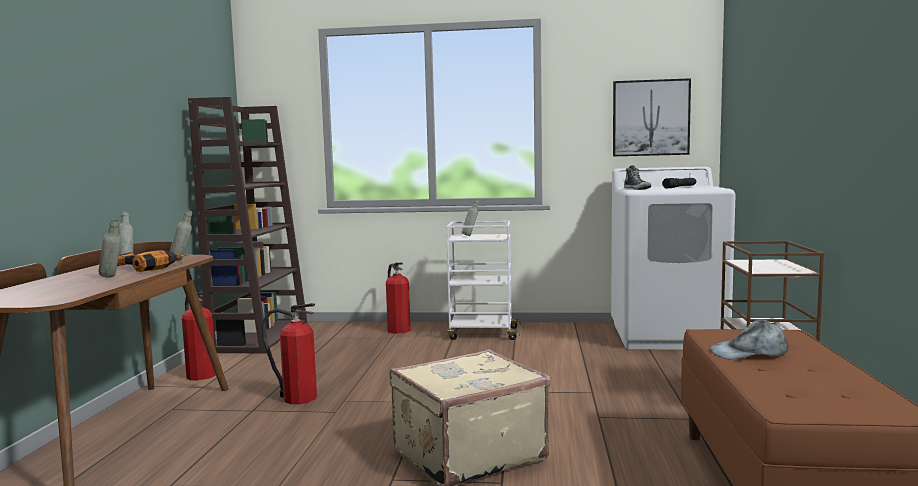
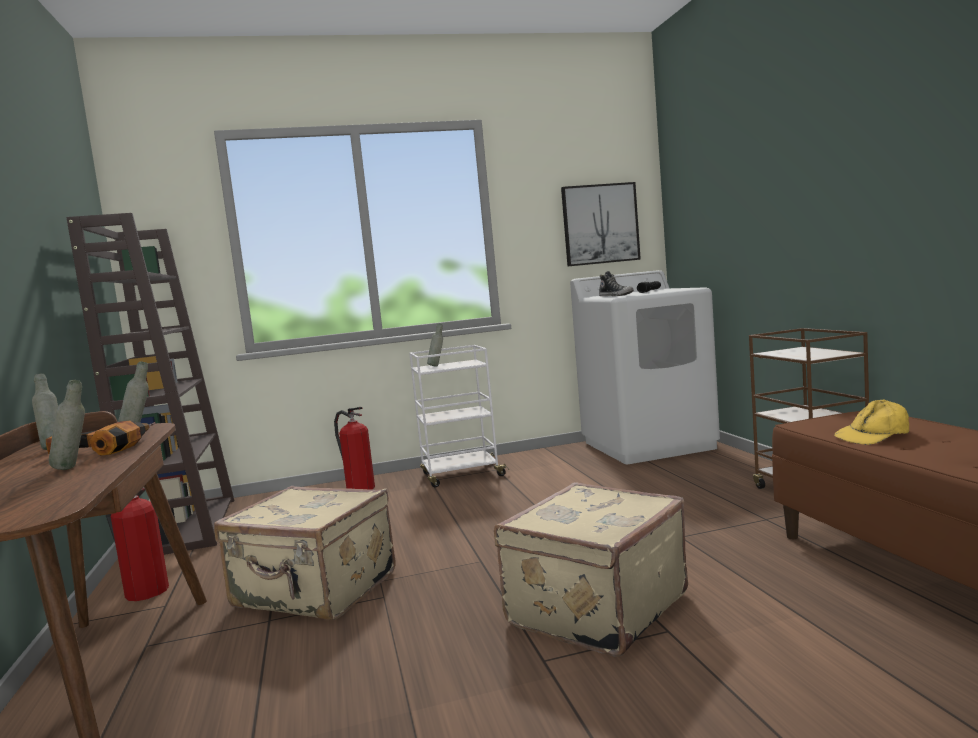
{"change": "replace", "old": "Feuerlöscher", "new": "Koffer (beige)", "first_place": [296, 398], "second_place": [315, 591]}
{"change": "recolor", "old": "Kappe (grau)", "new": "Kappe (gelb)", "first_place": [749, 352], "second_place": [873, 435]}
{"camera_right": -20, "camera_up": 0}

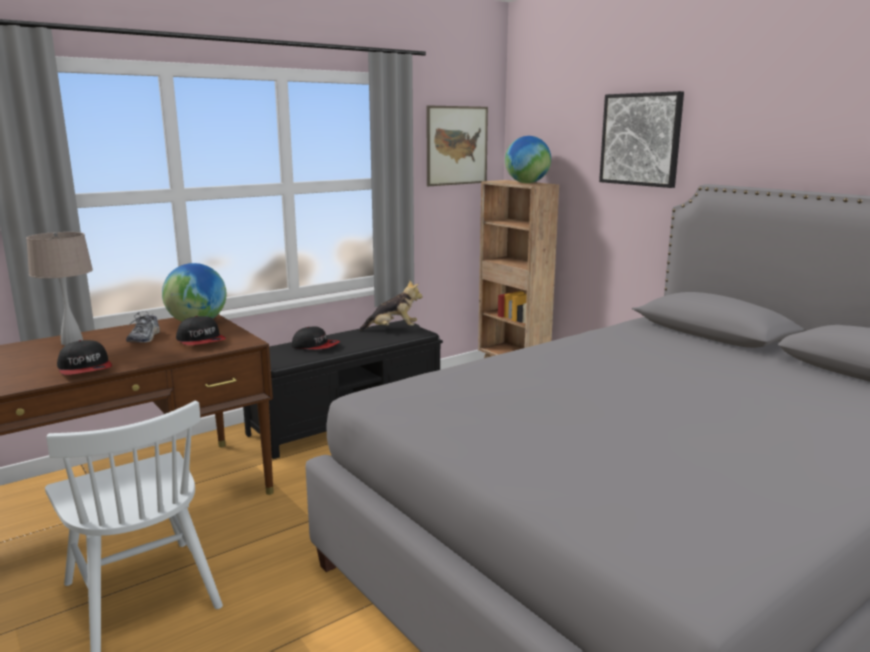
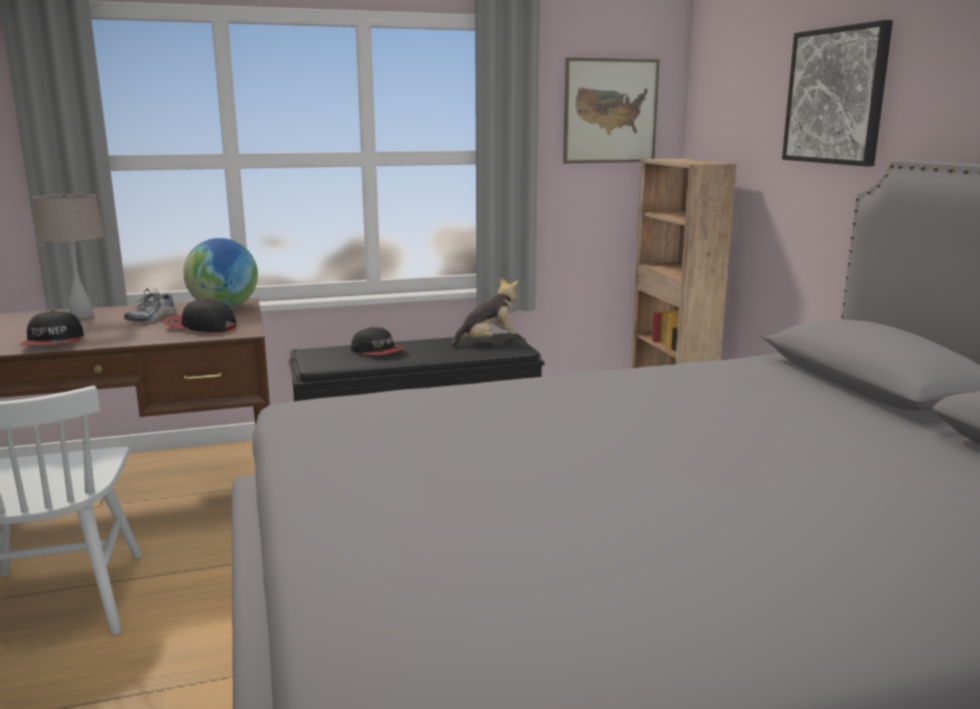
{"change": "rotate", "old": "Kappe", "first_place": [201, 341], "second_place": [200, 327], "degrees": 120}
{"change": "rotate", "old": "Plüschtier", "first_place": [393, 329], "second_place": [487, 342], "degrees": -45}
{"change": "delete", "old": "Globus", "first_place": [527, 183]}
{"camera_right": 20, "camera_up": 0}

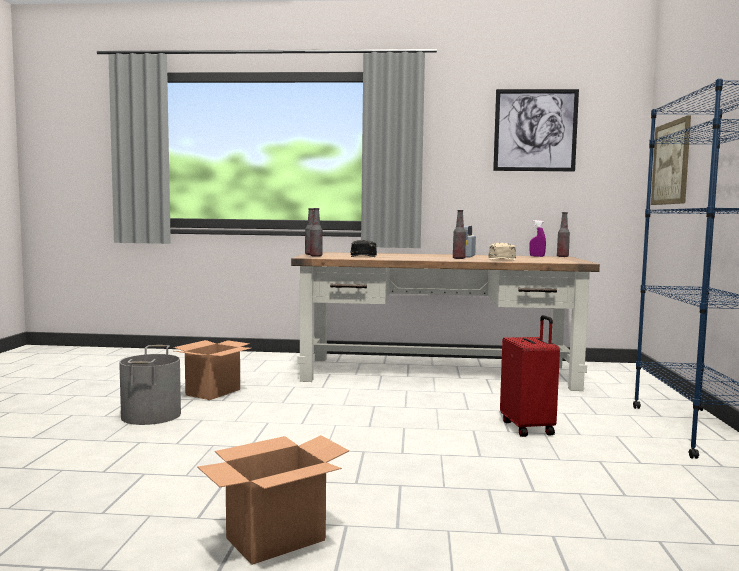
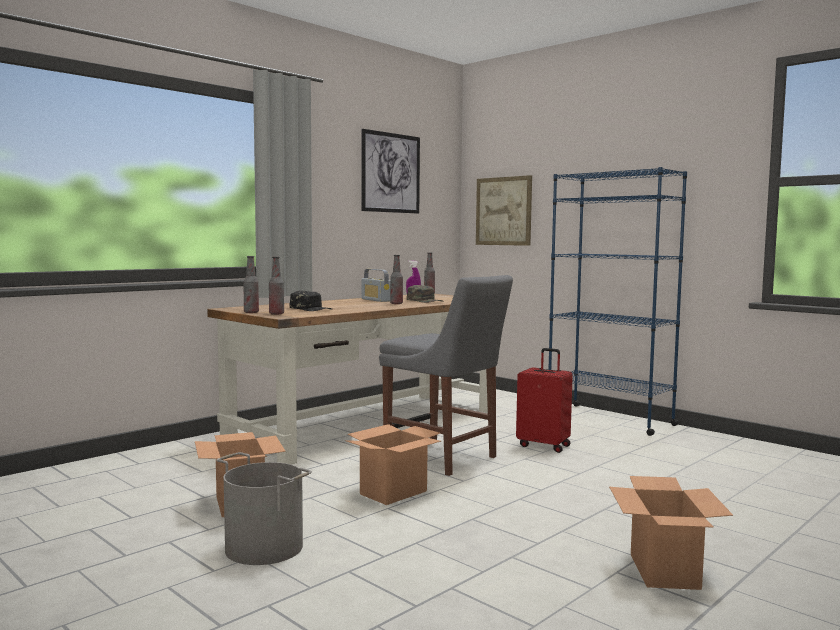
{"change": "recolor", "old": "Kappe (beige)", "new": "Kappe (grün)", "first_place": [502, 259], "second_place": [425, 301]}
{"change": "insert", "new": "Karton", "second_place": [393, 492]}
{"change": "insert", "new": "Stuhl (grau)", "second_place": [444, 458]}
{"camera_right": -50, "camera_up": 0}

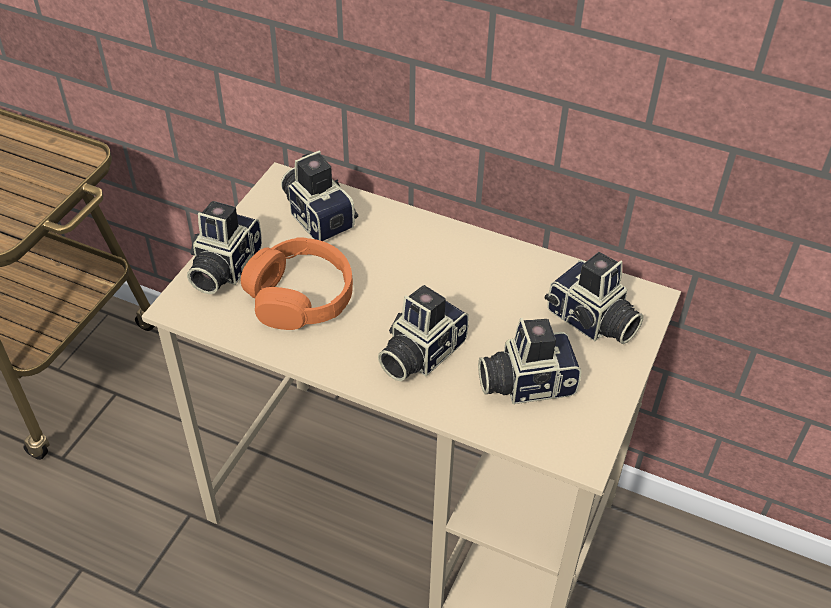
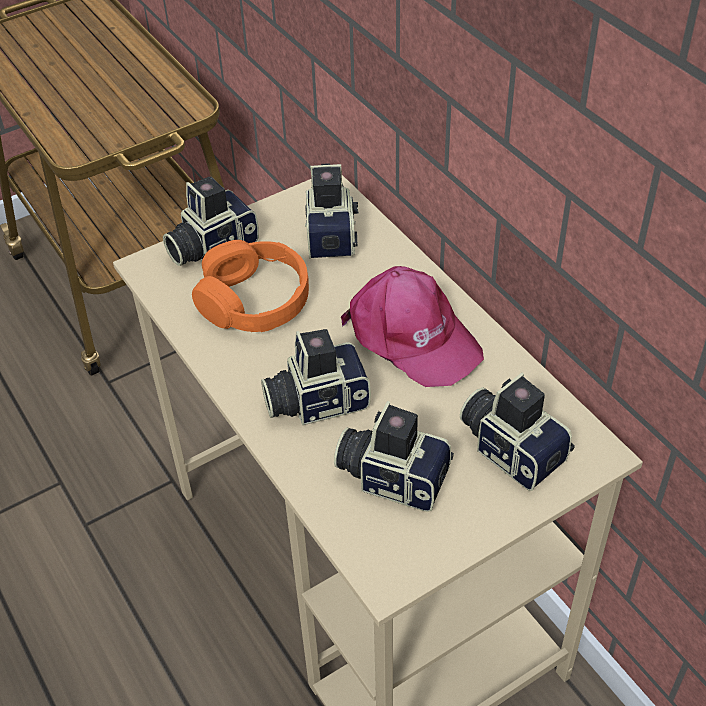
{"change": "rotate", "old": "Kamera", "first_place": [591, 322], "second_place": [512, 448], "degrees": 150}
{"change": "insert", "new": "Kappe (rosa)", "second_place": [411, 336]}
{"camera_right": 35, "camera_up": 0}

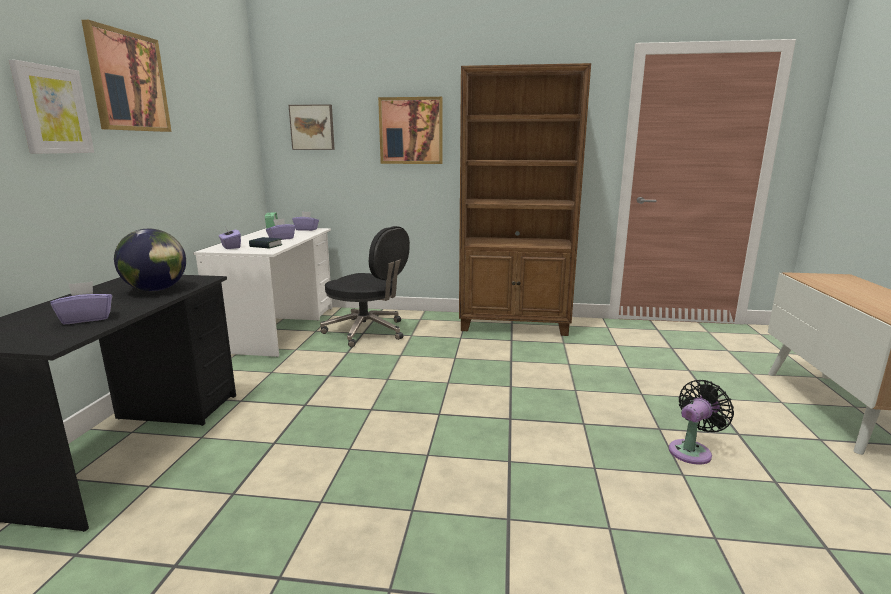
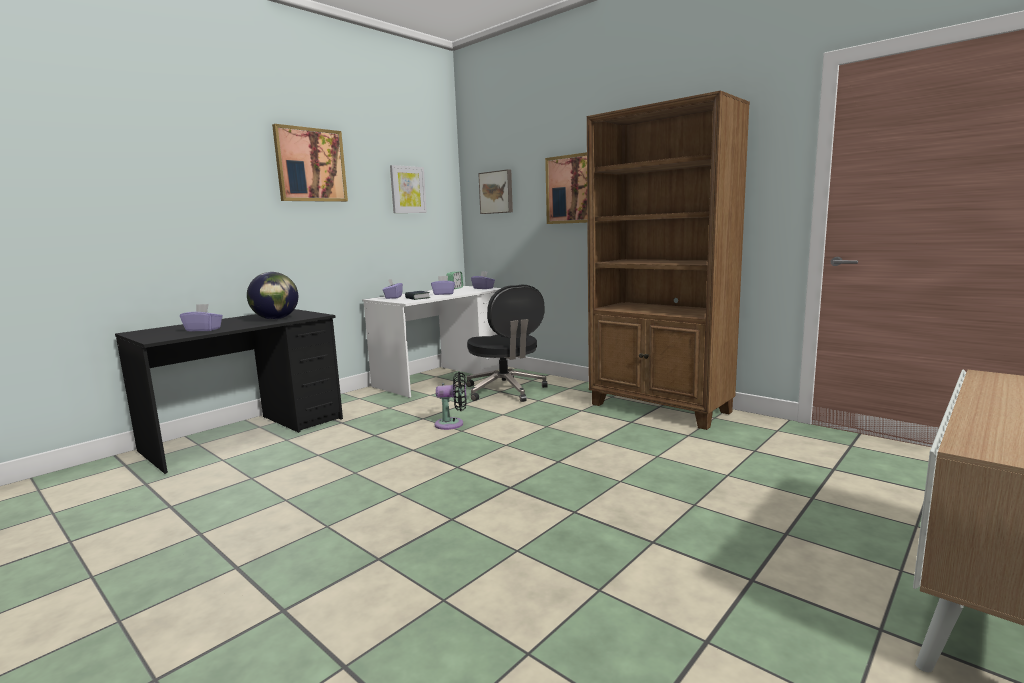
{"change": "move", "old": "Bild", "first_place": [52, 110], "second_place": [407, 189]}
{"change": "move", "old": "Ventilator (schwarz)", "first_place": [692, 451], "second_place": [452, 424]}
{"camera_right": 35, "camera_up": -5}

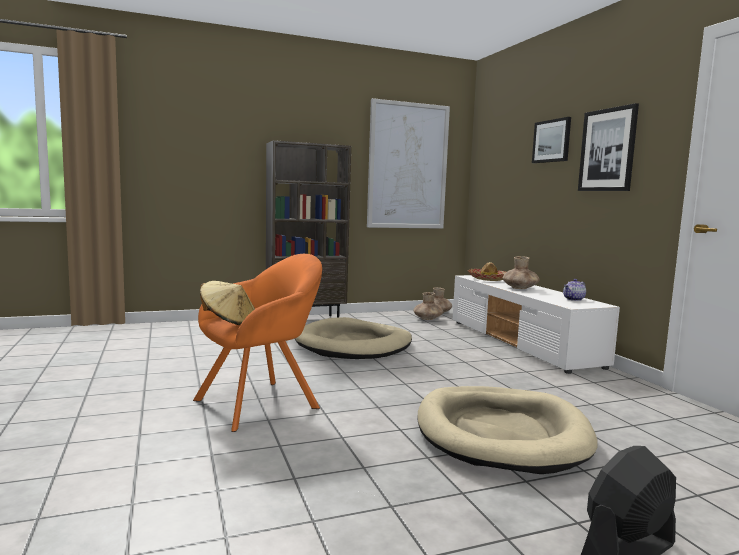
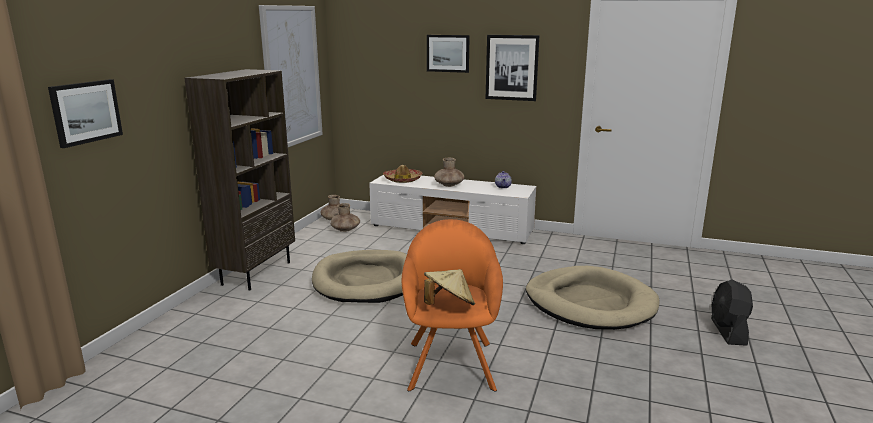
{"change": "insert", "new": "Bild", "second_place": [86, 112]}
{"camera_right": -50, "camera_up": 10}

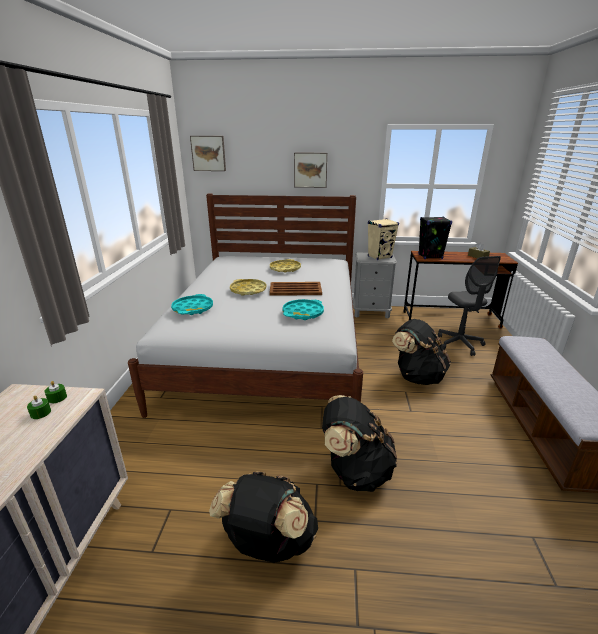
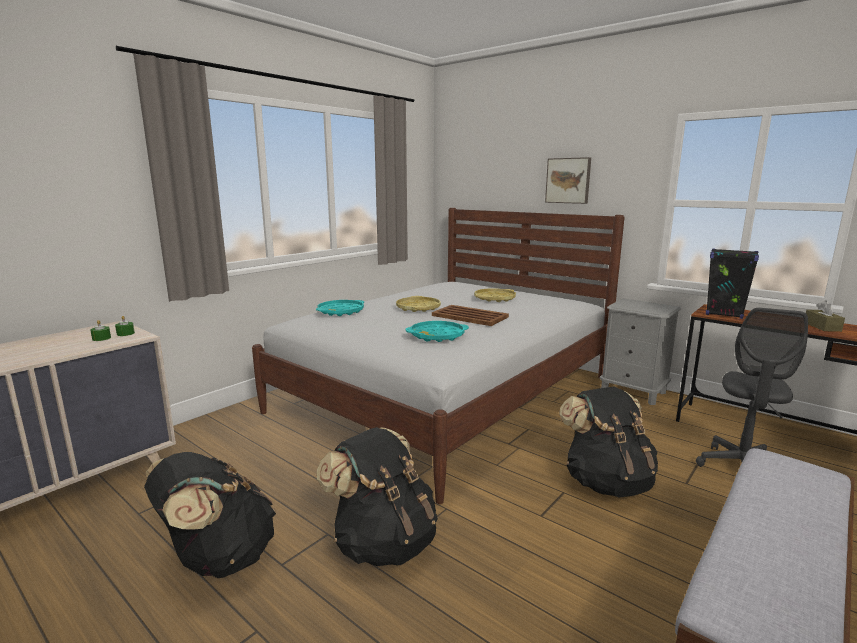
{"change": "delete", "old": "Bild", "first_place": [208, 153]}
{"change": "delete", "old": "Lautsprecher (beige)", "first_place": [380, 257]}
{"camera_right": 35, "camera_up": -10}

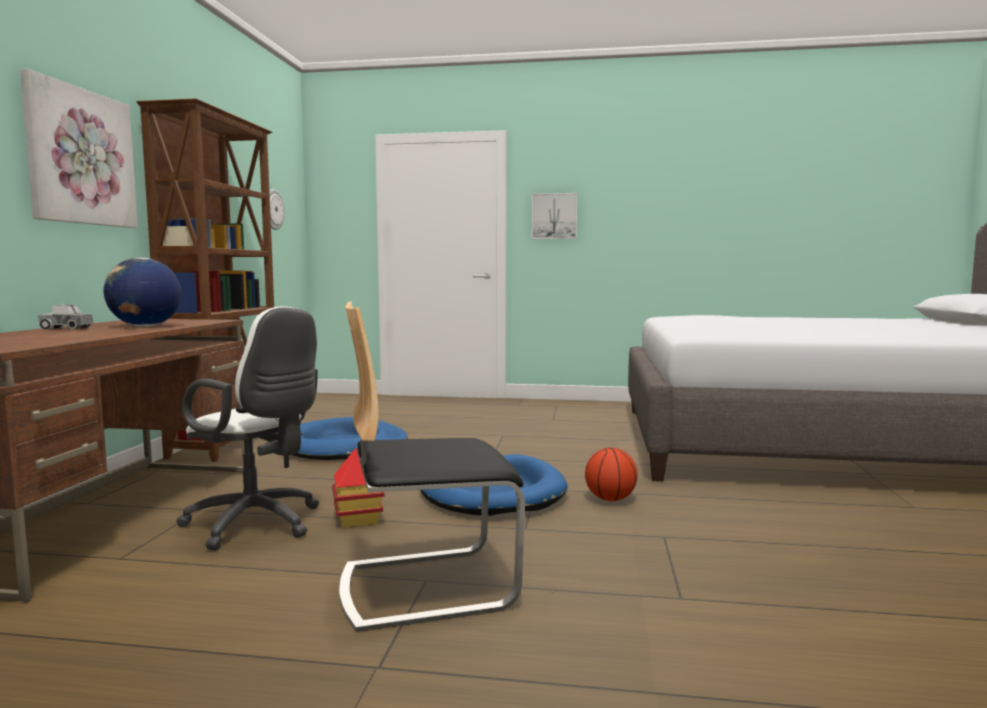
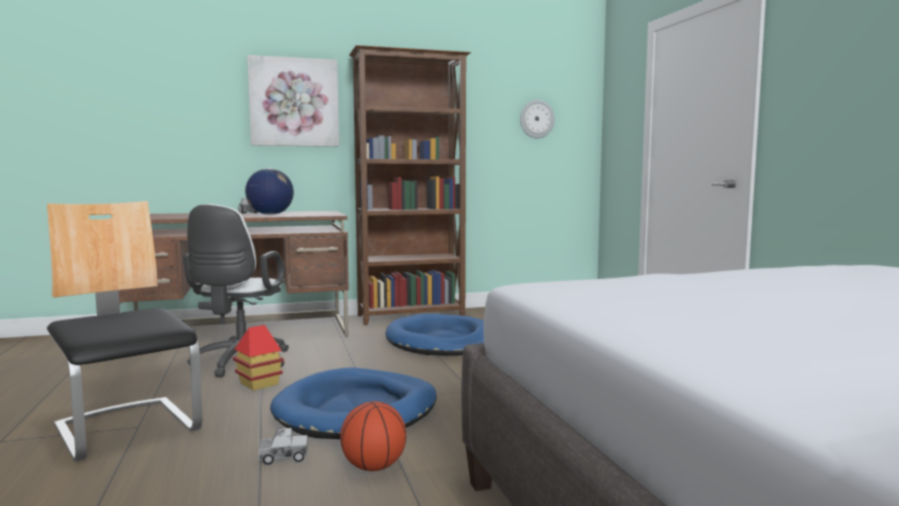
{"change": "delete", "old": "Bild", "first_place": [554, 216]}
{"change": "insert", "new": "Spielzeuglaster", "second_place": [283, 457]}
{"camera_right": 65, "camera_up": 0}

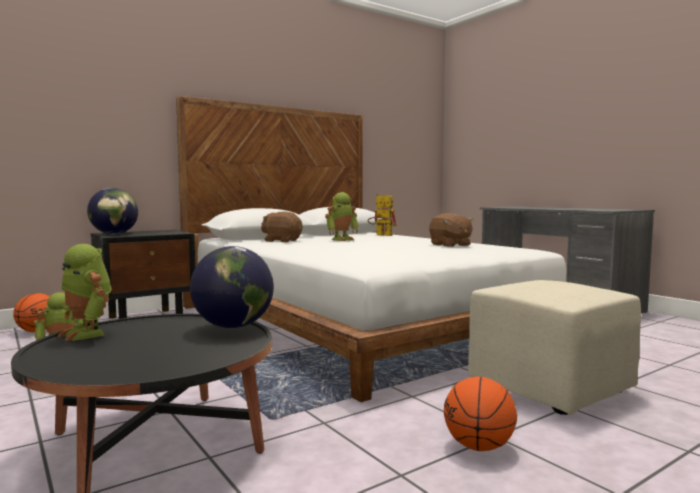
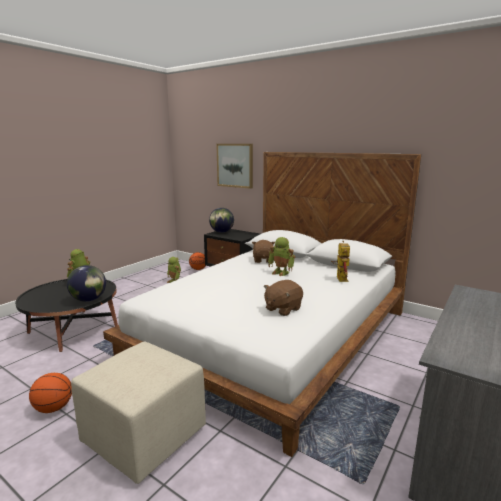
{"change": "insert", "new": "Bild", "second_place": [235, 165]}
{"camera_right": 70, "camera_up": 10}

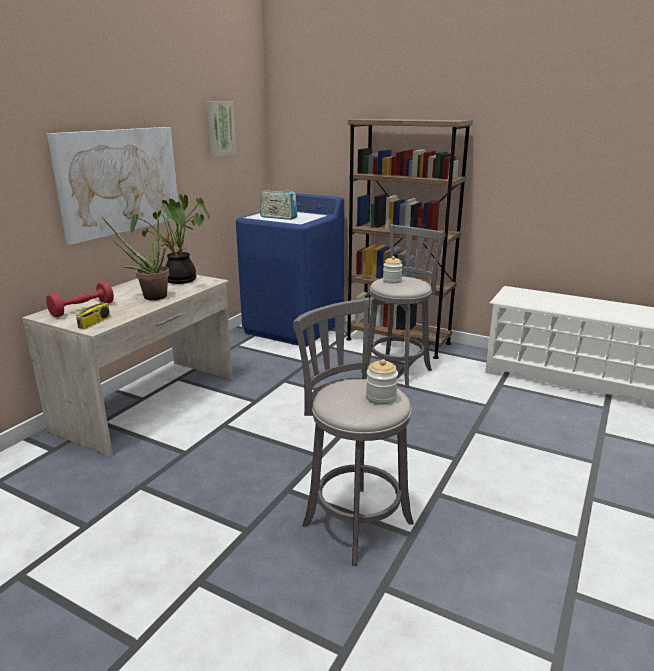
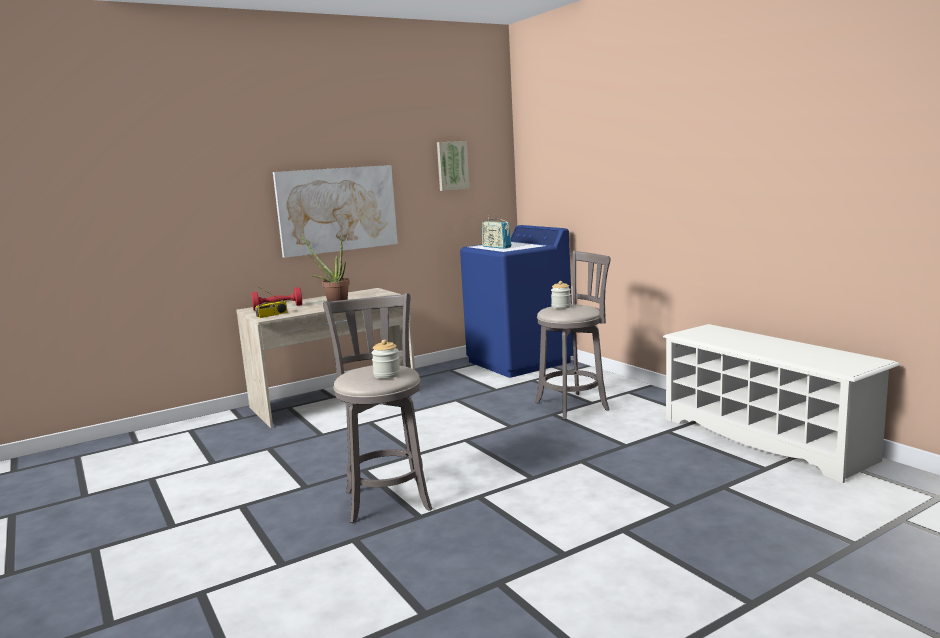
{"change": "delete", "old": "Topfpflanze", "first_place": [178, 280]}
{"change": "delete", "old": "Bücherregal (braun)", "first_place": [398, 341]}
{"camera_right": 30, "camera_up": -10}

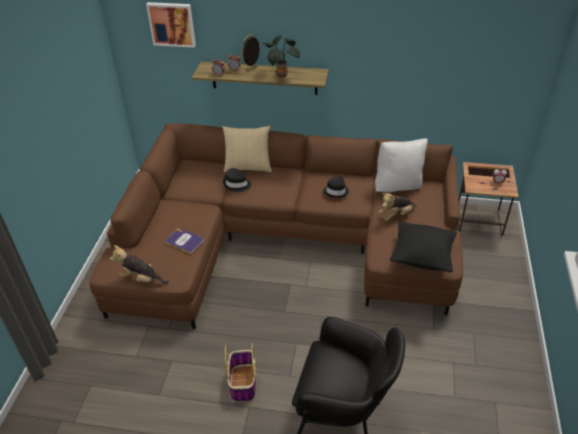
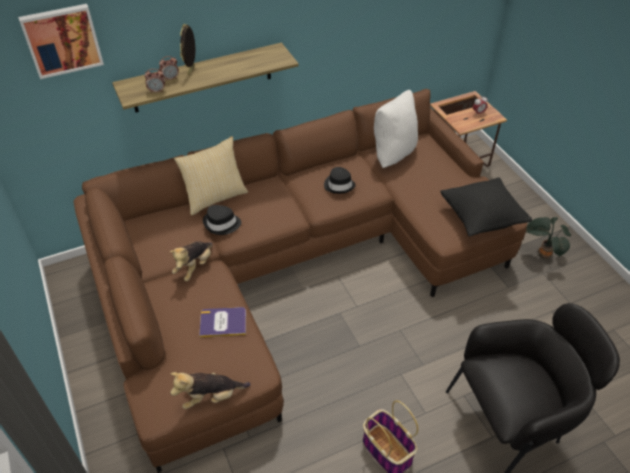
{"change": "move", "old": "Topfpflanze", "first_place": [281, 74], "second_place": [542, 254]}
{"change": "move", "old": "Plüschtier", "first_place": [396, 215], "second_place": [194, 267]}
{"camera_right": -35, "camera_up": 5}

